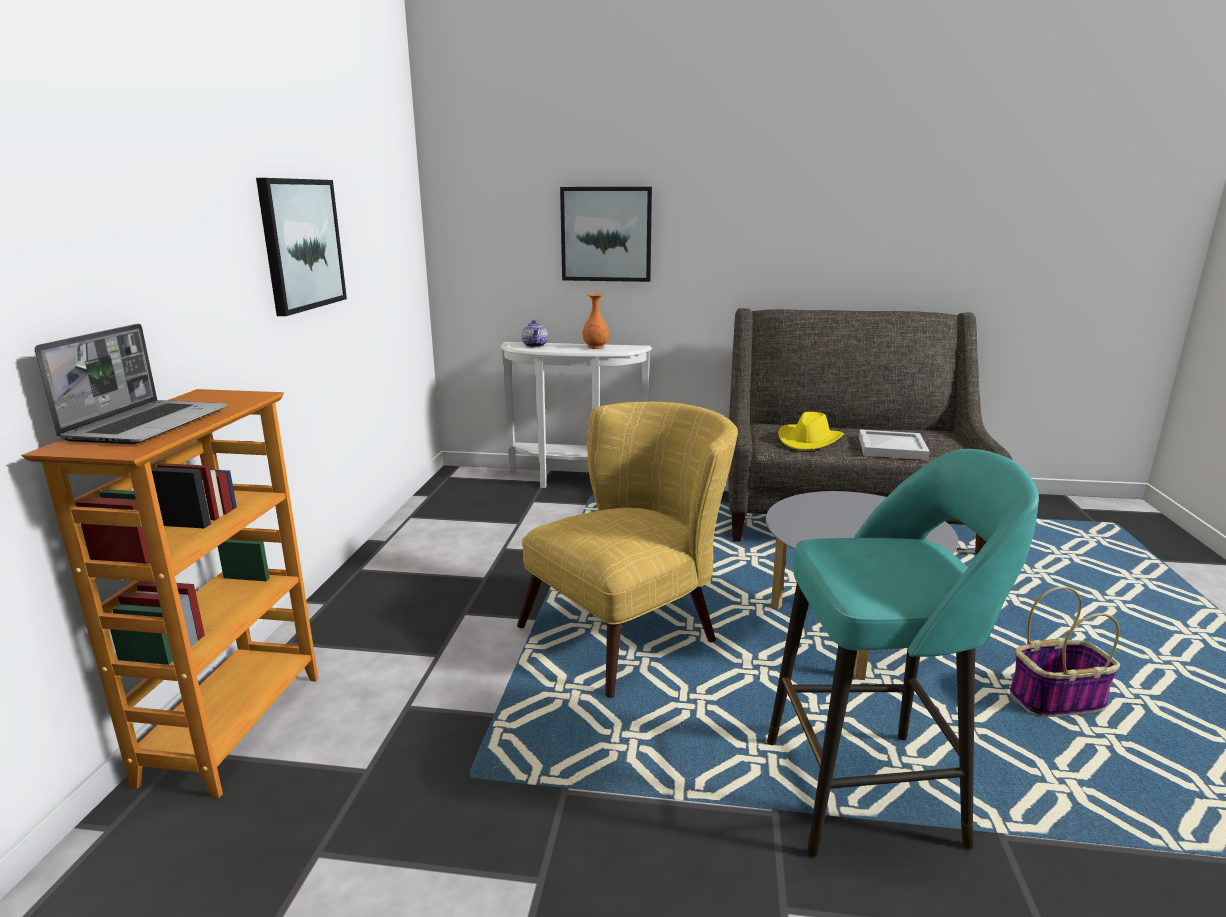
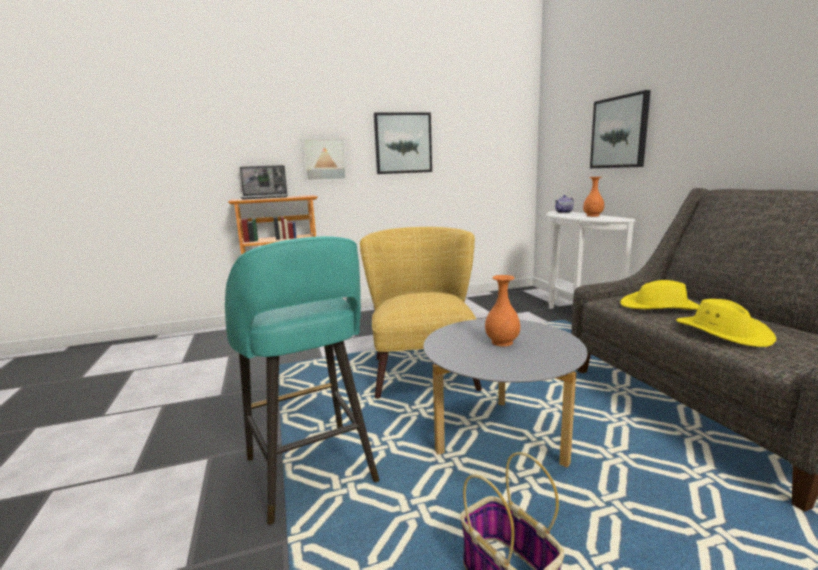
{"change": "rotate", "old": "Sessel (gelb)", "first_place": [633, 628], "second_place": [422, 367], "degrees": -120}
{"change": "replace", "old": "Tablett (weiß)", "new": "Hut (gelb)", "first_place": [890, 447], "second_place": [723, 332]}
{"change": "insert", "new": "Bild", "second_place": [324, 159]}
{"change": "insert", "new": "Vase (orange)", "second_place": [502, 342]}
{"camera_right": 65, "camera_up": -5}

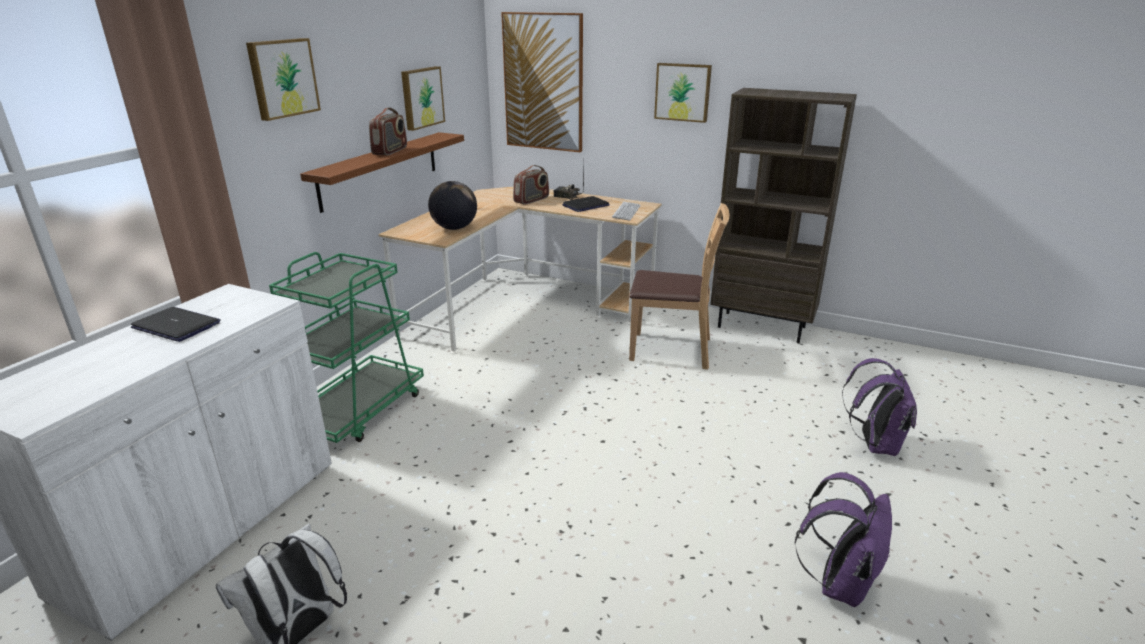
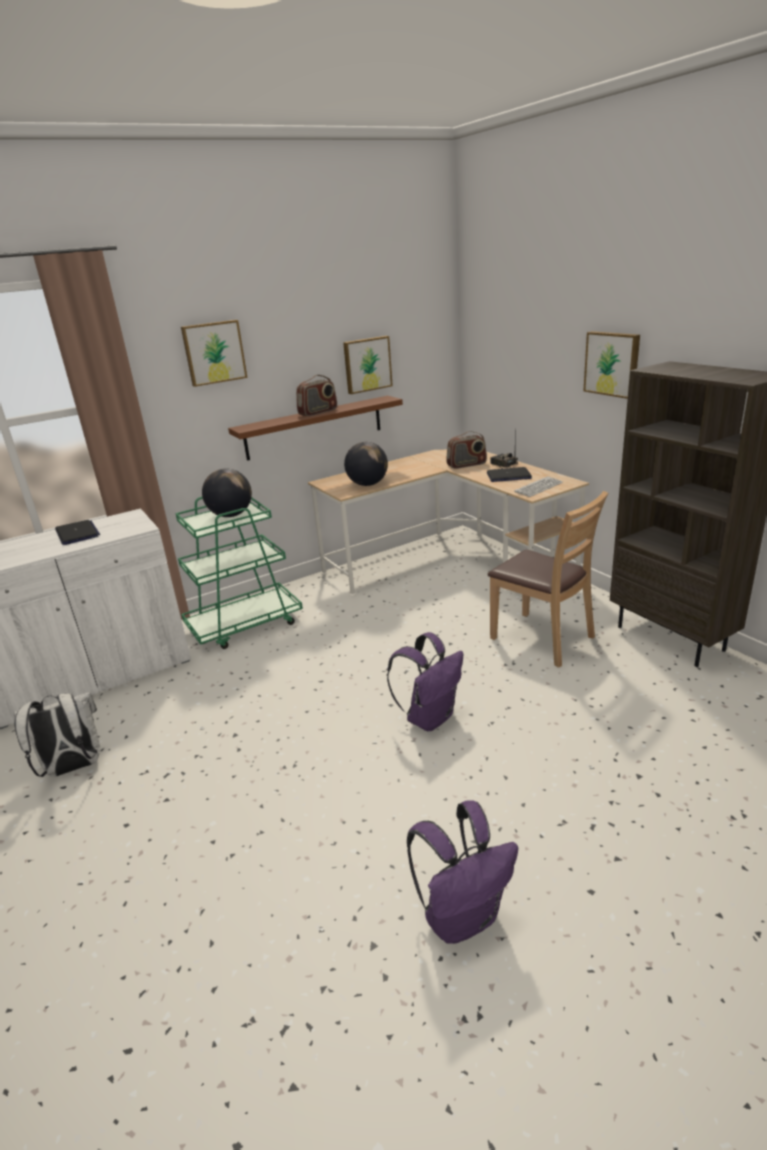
{"change": "delete", "old": "Bild", "first_place": [543, 83]}
{"change": "move", "old": "Rucksack (lila)", "first_place": [874, 444], "second_place": [430, 717]}
{"change": "insert", "new": "Globus", "second_place": [231, 515]}
{"camera_right": 35, "camera_up": 0}

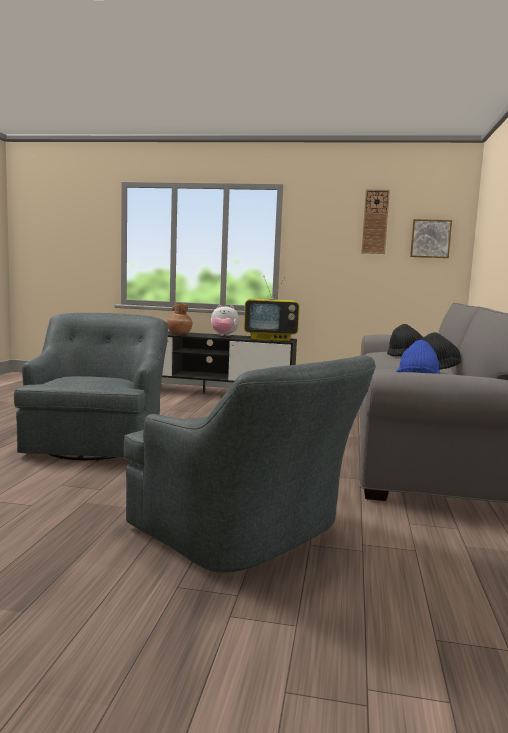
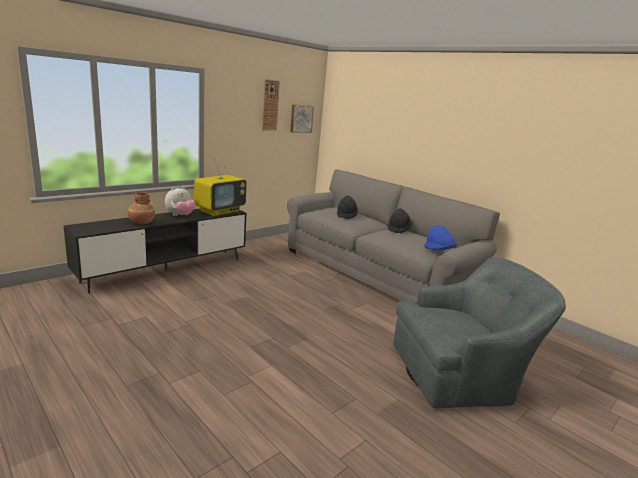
{"change": "delete", "old": "Sessel (grau)", "first_place": [97, 441]}
{"camera_right": -55, "camera_up": 10}

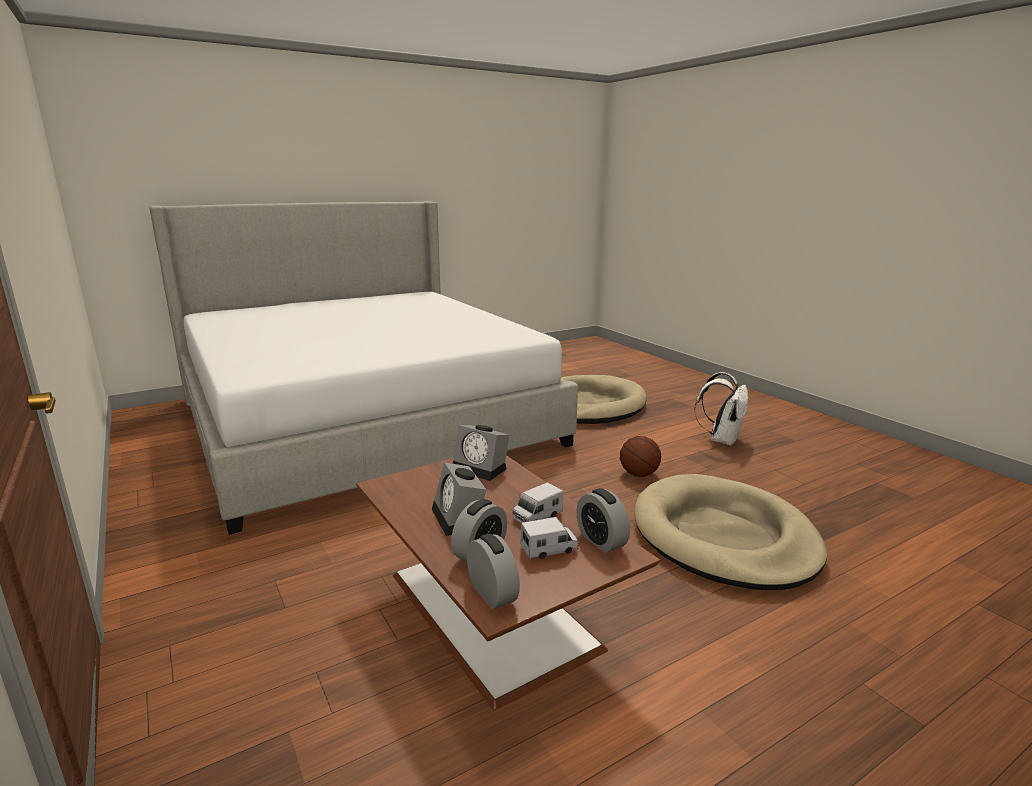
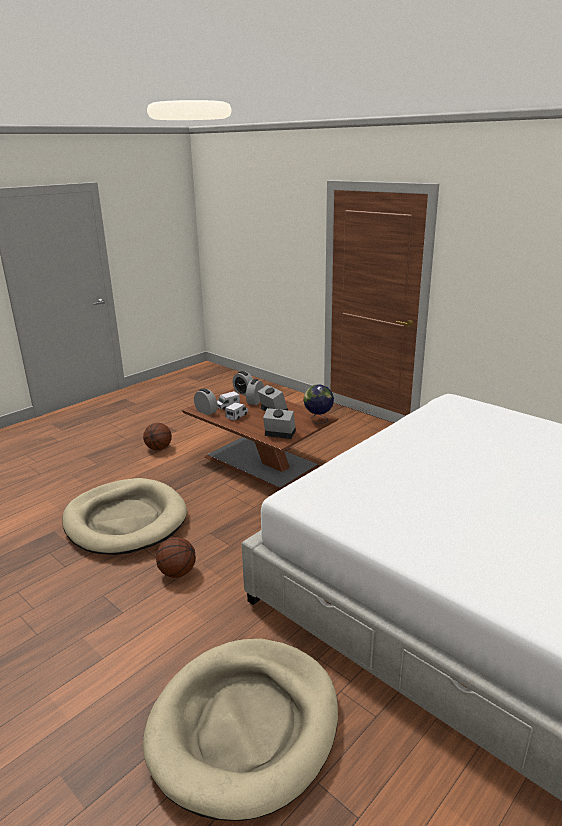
{"change": "delete", "old": "Rucksack (weiß)", "first_place": [721, 439]}
{"change": "insert", "new": "Basketball", "second_place": [158, 448]}
{"change": "insert", "new": "Globus", "second_place": [318, 420]}
{"camera_right": 165, "camera_up": 5}

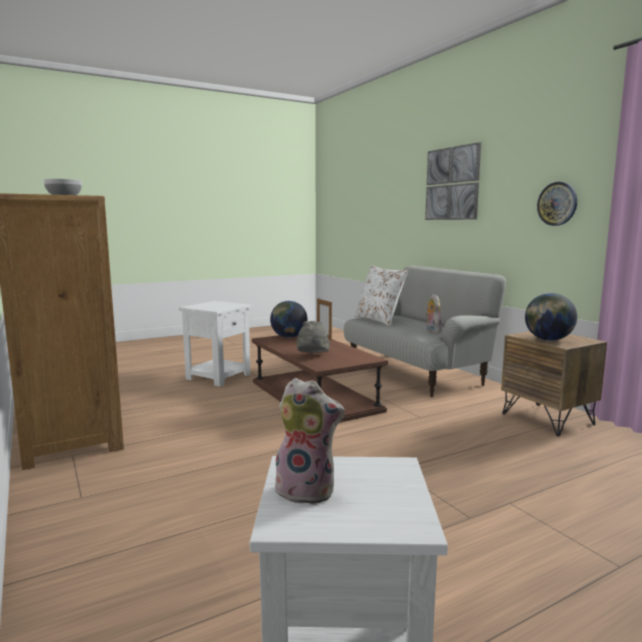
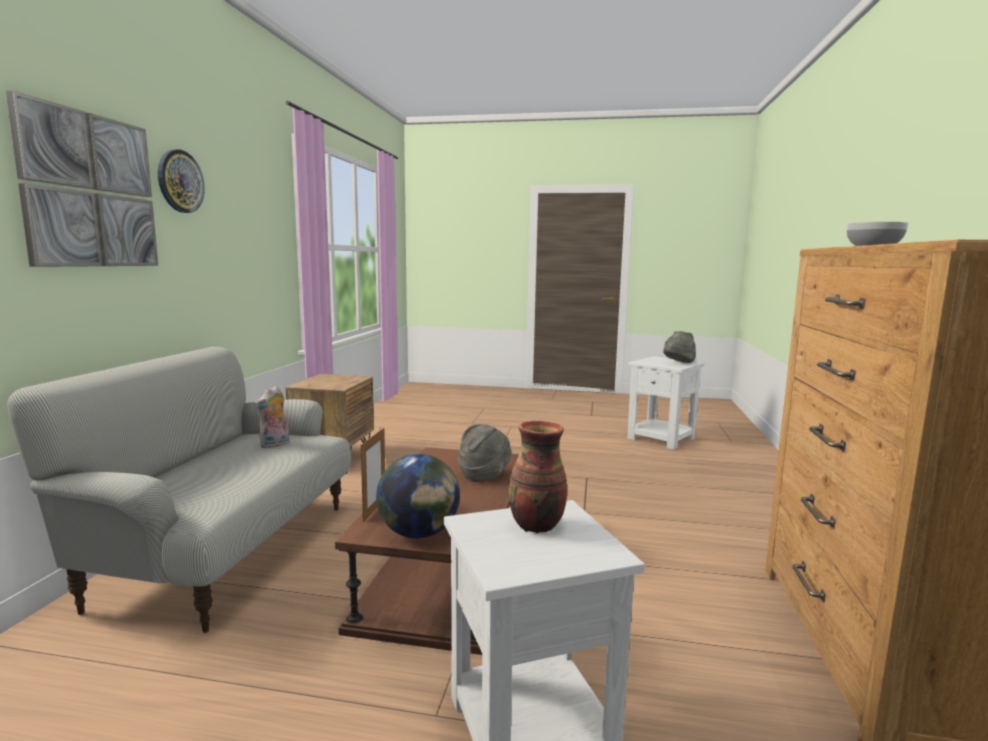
{"change": "replace", "old": "Plüschtier", "new": "Hut (grau)", "first_place": [308, 490], "second_place": [678, 363]}
{"change": "delete", "old": "Kissen (weiß)", "first_place": [379, 320]}
{"change": "delete", "old": "Globus", "first_place": [548, 340]}
{"change": "move", "old": "Wanduhr", "first_place": [557, 204], "second_place": [180, 181]}
{"change": "insert", "new": "Vase", "second_place": [535, 525]}
{"camera_right": -140, "camera_up": 0}

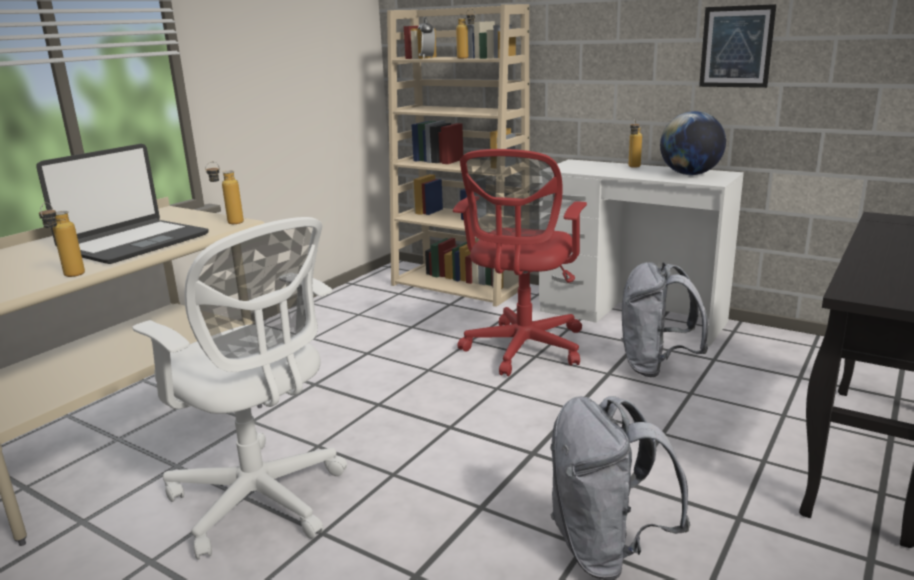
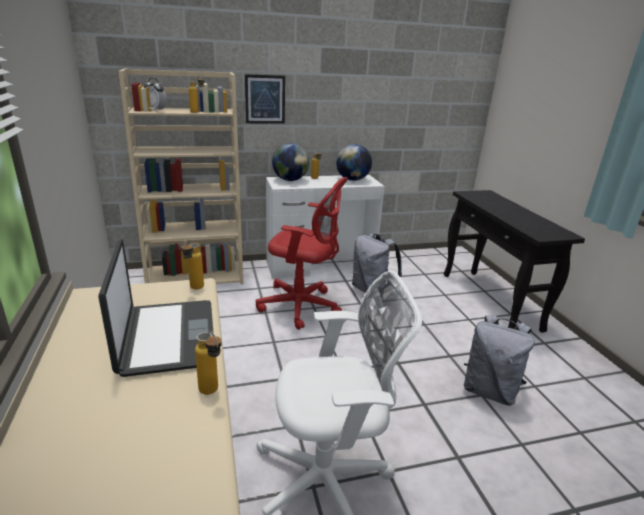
{"change": "rotate", "old": "Bürostuhl (rot)", "first_place": [522, 350], "second_place": [302, 306], "degrees": -45}
{"change": "move", "old": "Bild", "first_place": [736, 47], "second_place": [265, 99]}
{"change": "insert", "new": "Globus", "second_place": [290, 180]}
{"camera_right": -50, "camera_up": 5}

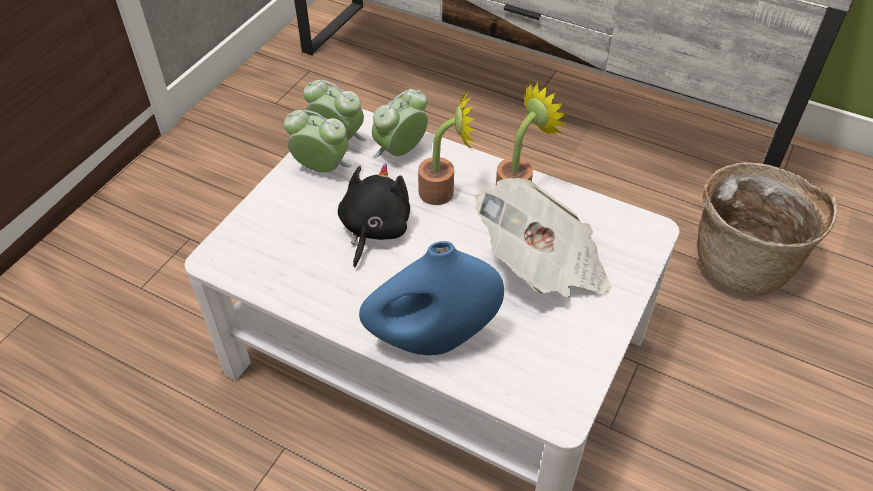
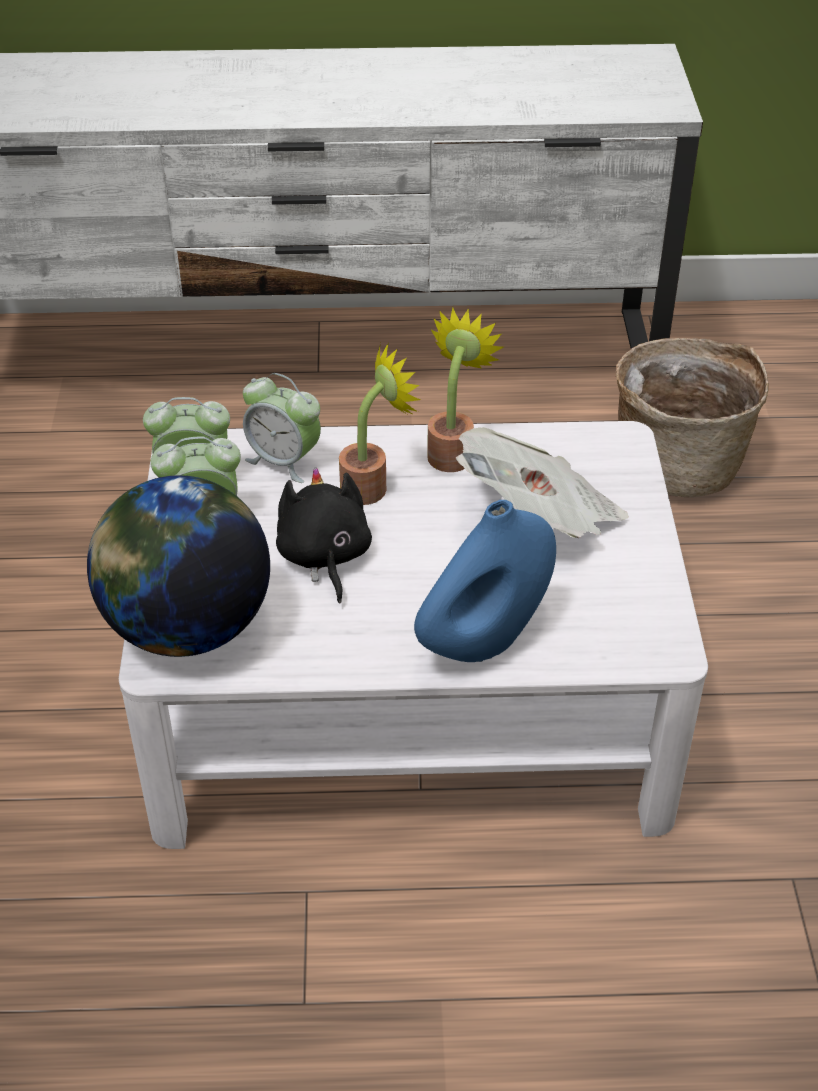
{"change": "rotate", "old": "Wecker", "first_place": [401, 151], "second_place": [284, 460], "degrees": -75}
{"change": "insert", "new": "Globus", "second_place": [187, 627]}
{"camera_right": -30, "camera_up": -5}

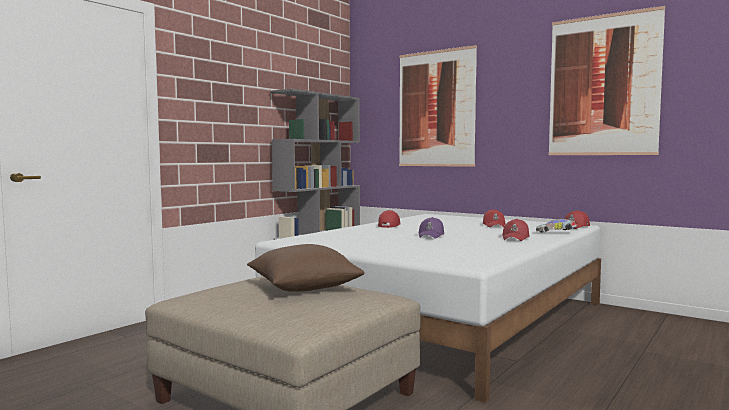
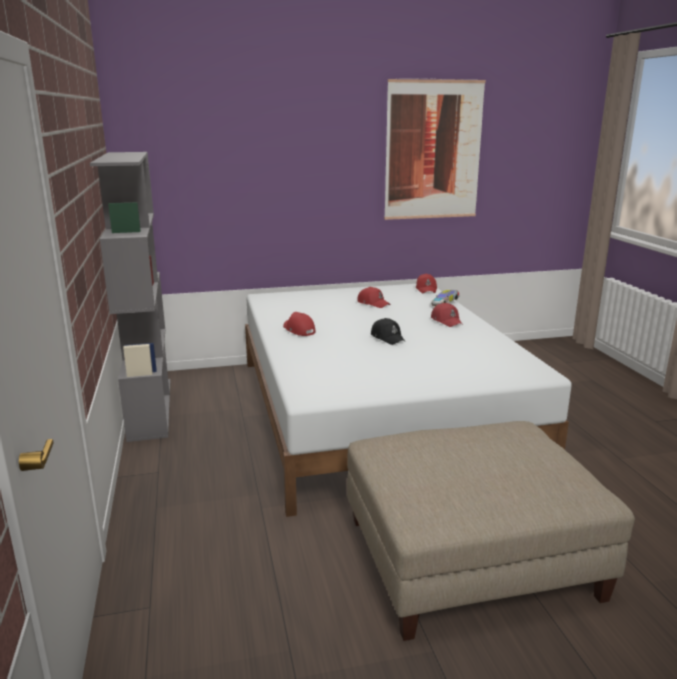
{"change": "delete", "old": "Kissen (braun)", "first_place": [303, 288]}
{"change": "delete", "old": "Bild", "first_place": [436, 108]}
{"change": "recolor", "old": "Kappe (lila)", "new": "Kappe (schwarz)", "first_place": [431, 236], "second_place": [388, 337]}
{"camera_right": -50, "camera_up": 15}

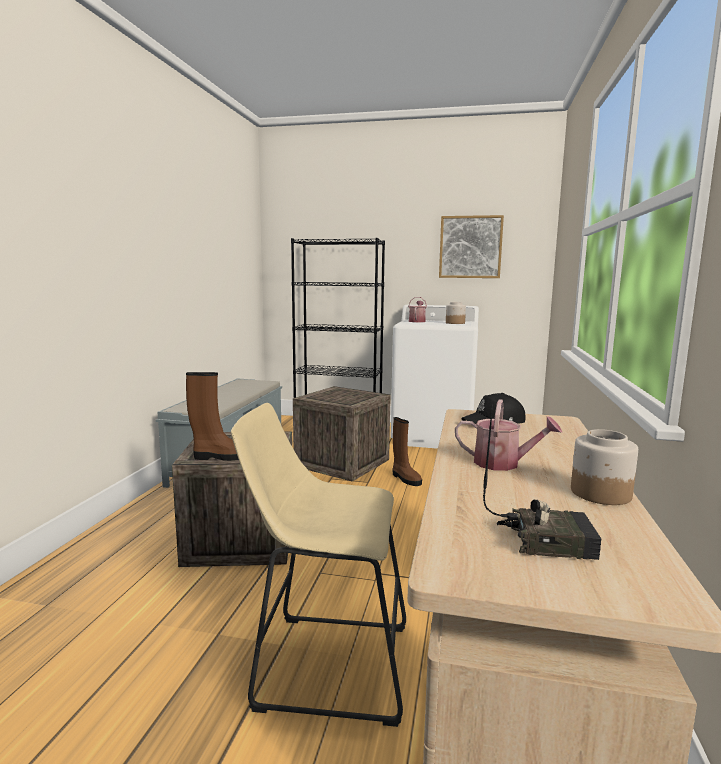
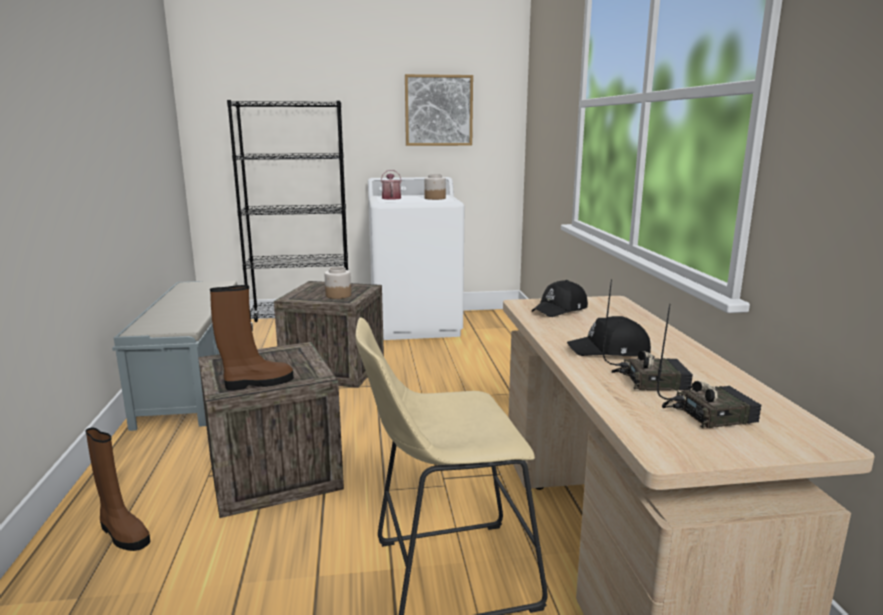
{"change": "move", "old": "Stiefel (braun)", "first_place": [405, 479], "second_place": [122, 534]}
{"change": "replace", "old": "Gießkanne", "new": "Kappe (schwarz)", "first_place": [503, 463], "second_place": [610, 351]}
{"change": "move", "old": "Vorratsglas", "first_place": [599, 493], "second_place": [338, 295]}
{"change": "insert", "new": "Radio", "second_place": [650, 380]}
{"camera_right": -20, "camera_up": 5}

